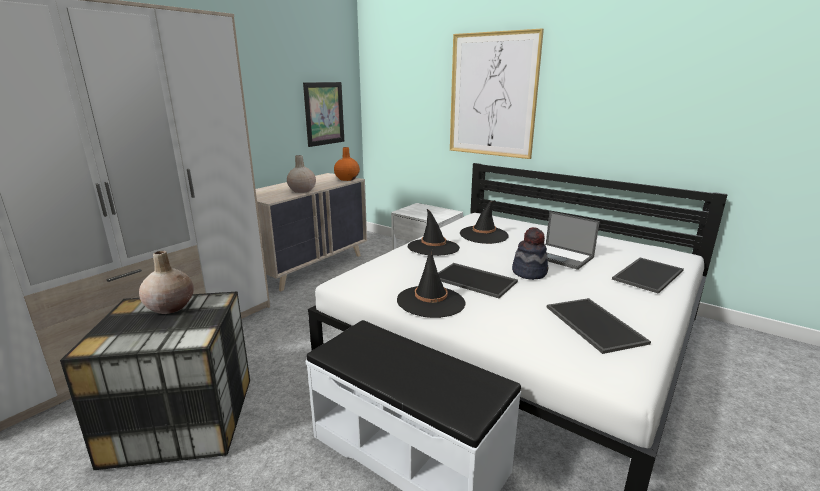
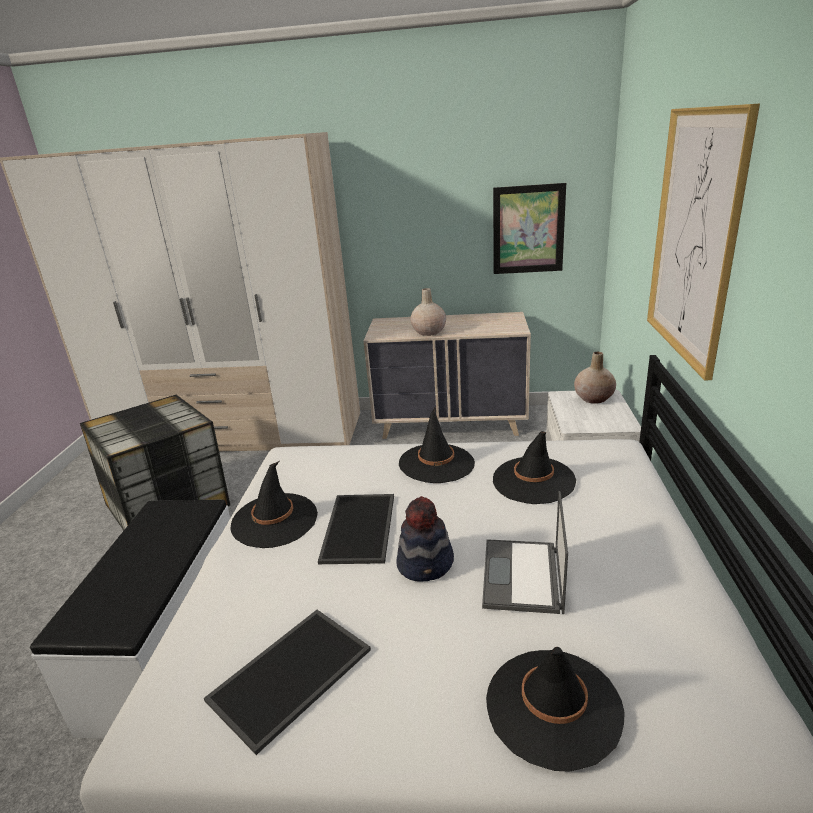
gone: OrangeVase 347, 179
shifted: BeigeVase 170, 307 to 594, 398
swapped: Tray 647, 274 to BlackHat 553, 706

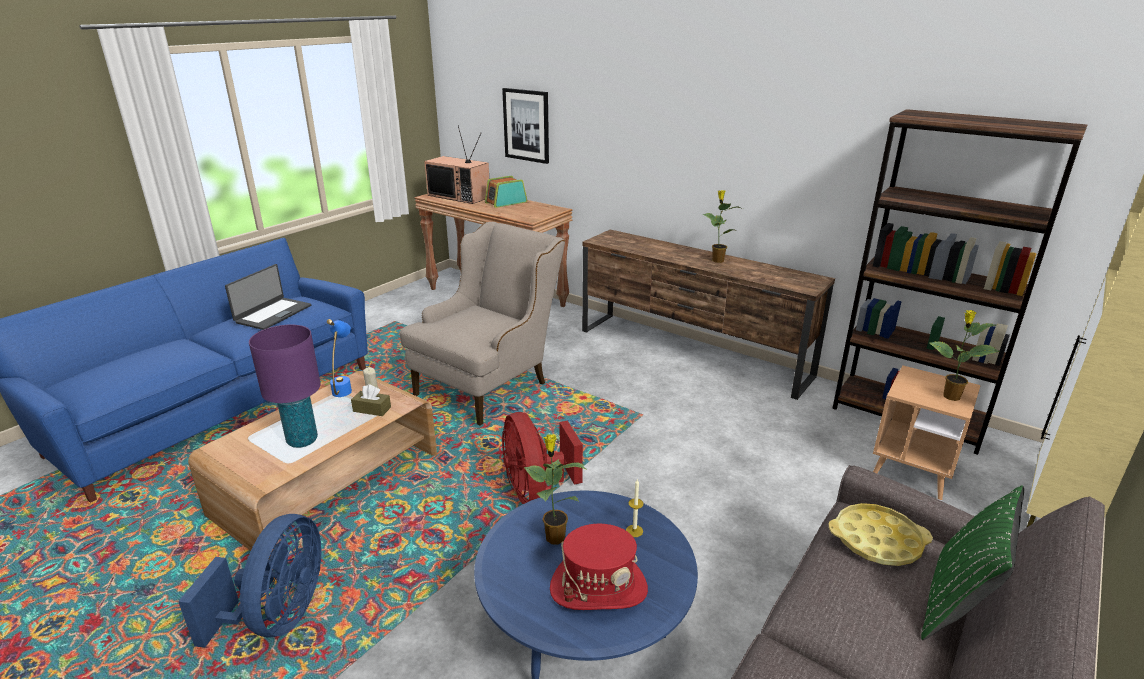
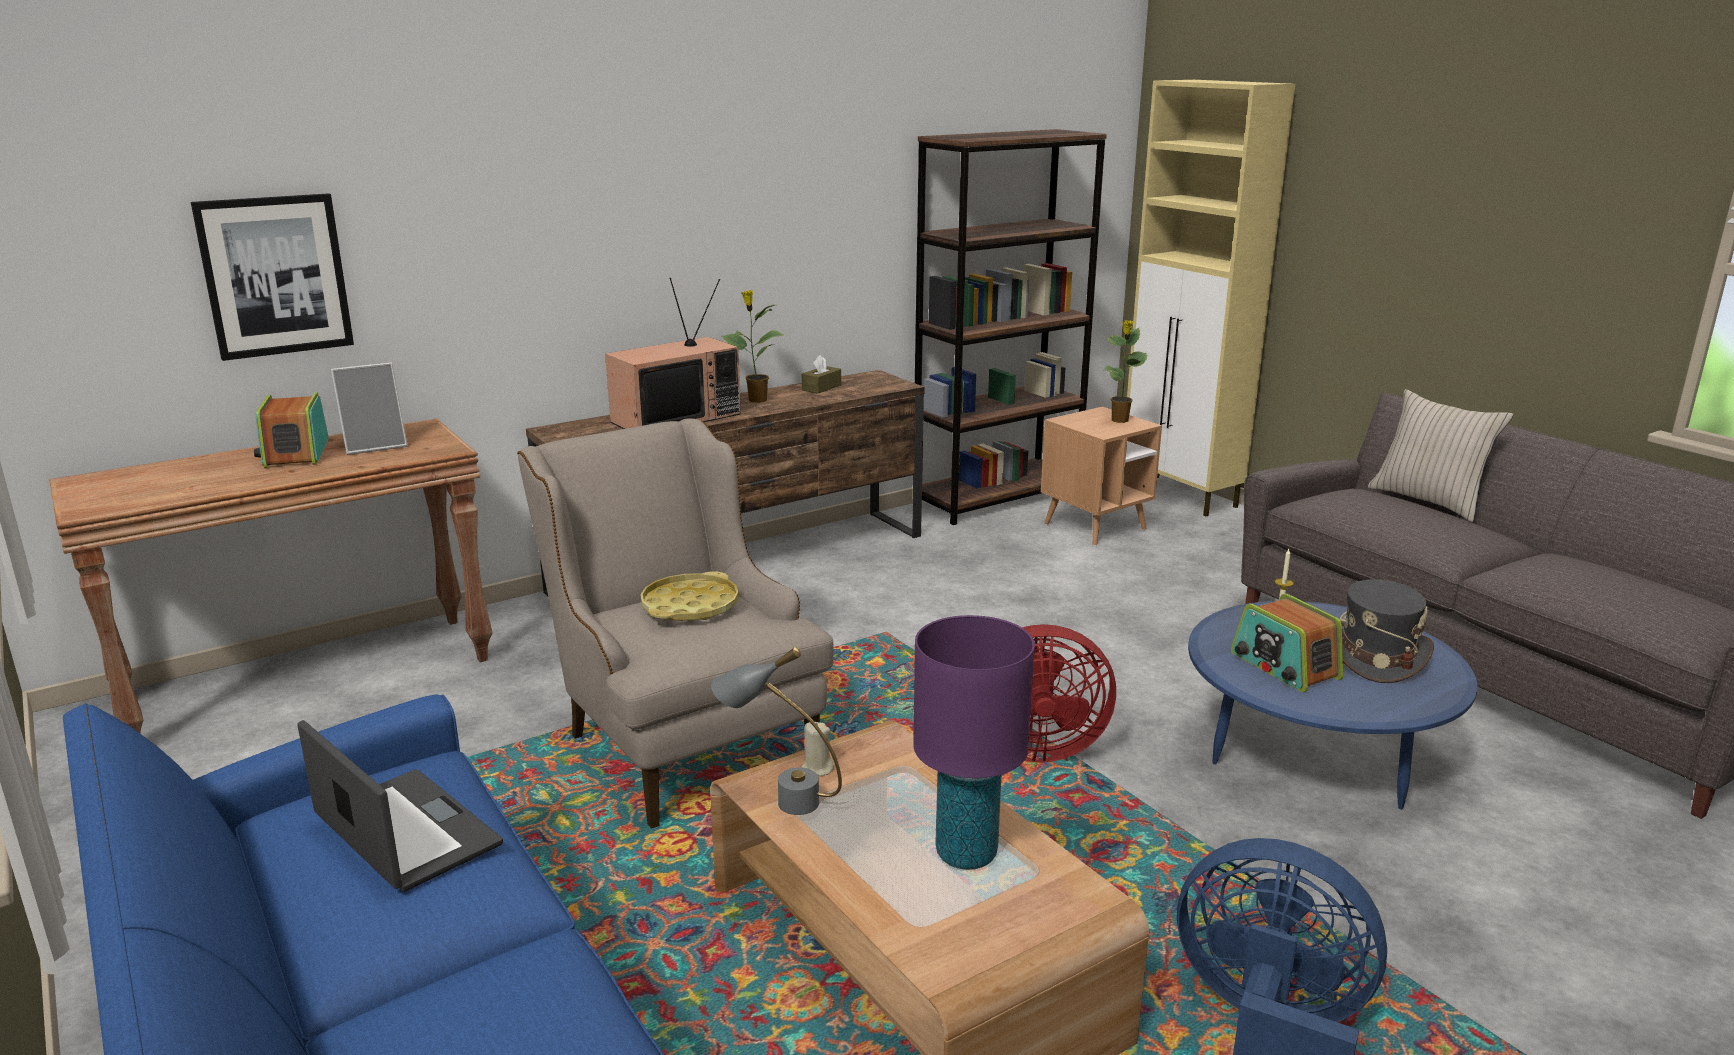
new: PictureFrame 375, 445
shifted: Television 460, 196 to 676, 417; YellowTray 877, 540 to 690, 606; BrownTissueBox 372, 409 to 821, 387
swapped: PottedPlant 554, 537 to Radio 1284, 666
repainted: BlueTableLamp 344, 387 to GreyTableLamp 779, 799; RedHat 598, 588 to GreyHat 1375, 656; GreenPillow 958, 604 to BeigePillow 1428, 501

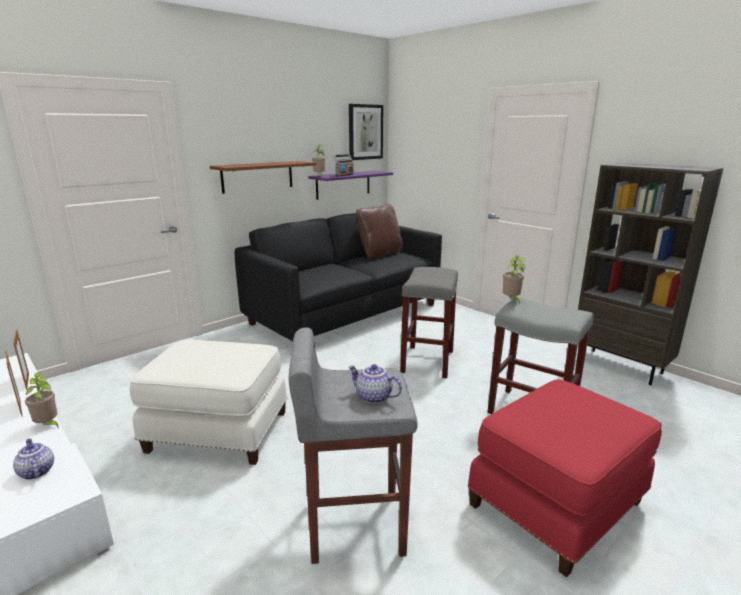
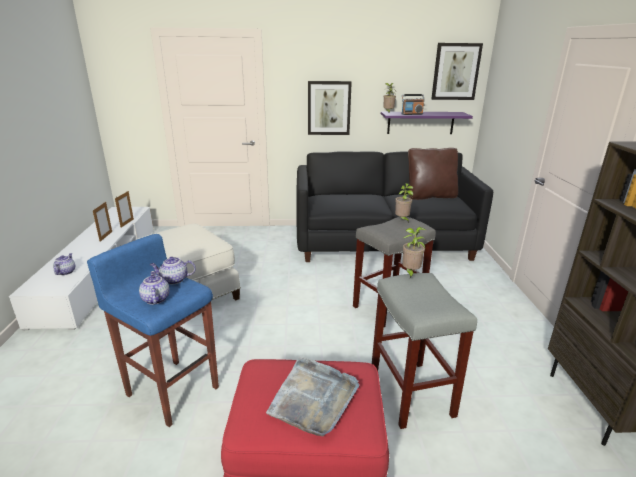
new: Teapot 174, 280; GreyTray 313, 398
shifted: PottedPlant 48, 425 to 402, 220
swapped: BrownShelf 257, 176 to Picture 329, 108
repainted: GreyStool 354, 525 to BlueStool 172, 390

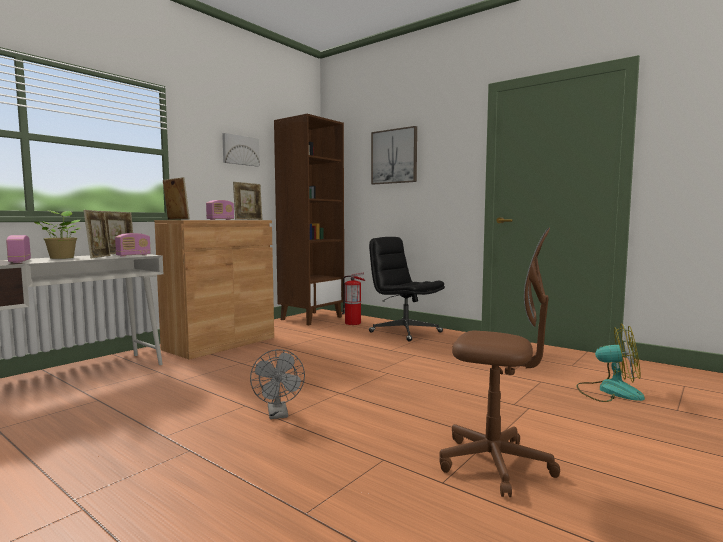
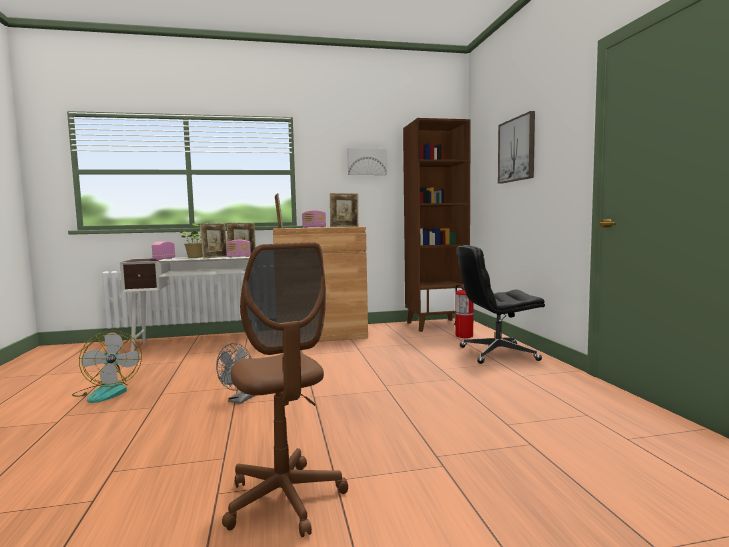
shifted: Fan 609, 391 to 107, 392
rotated: BlackOfficeChair 404, 332 = 497, 354 90 degrees counterclockwise

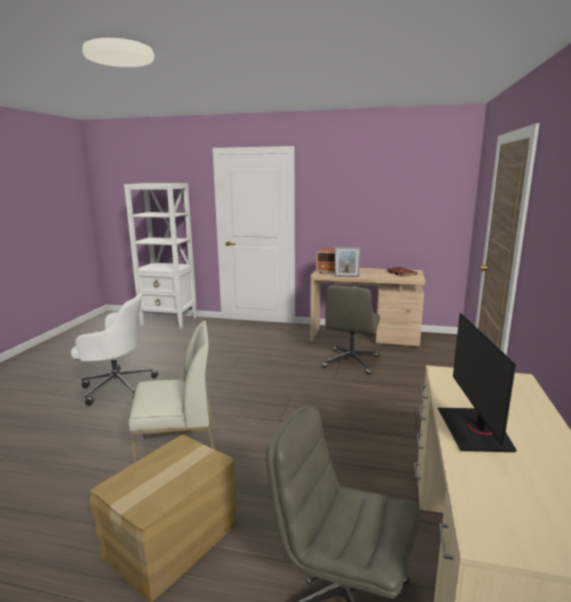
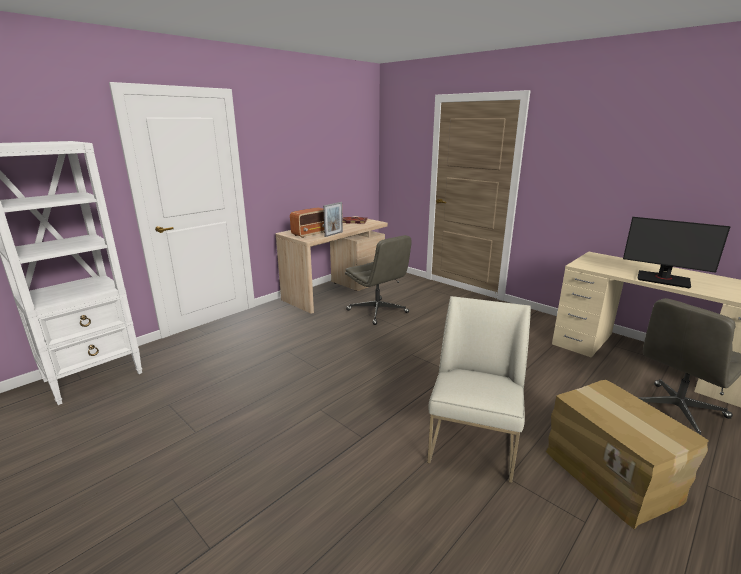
gone: WhiteOfficeChair 116, 387

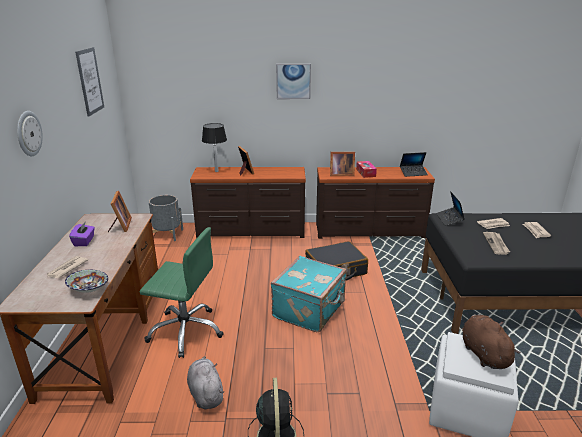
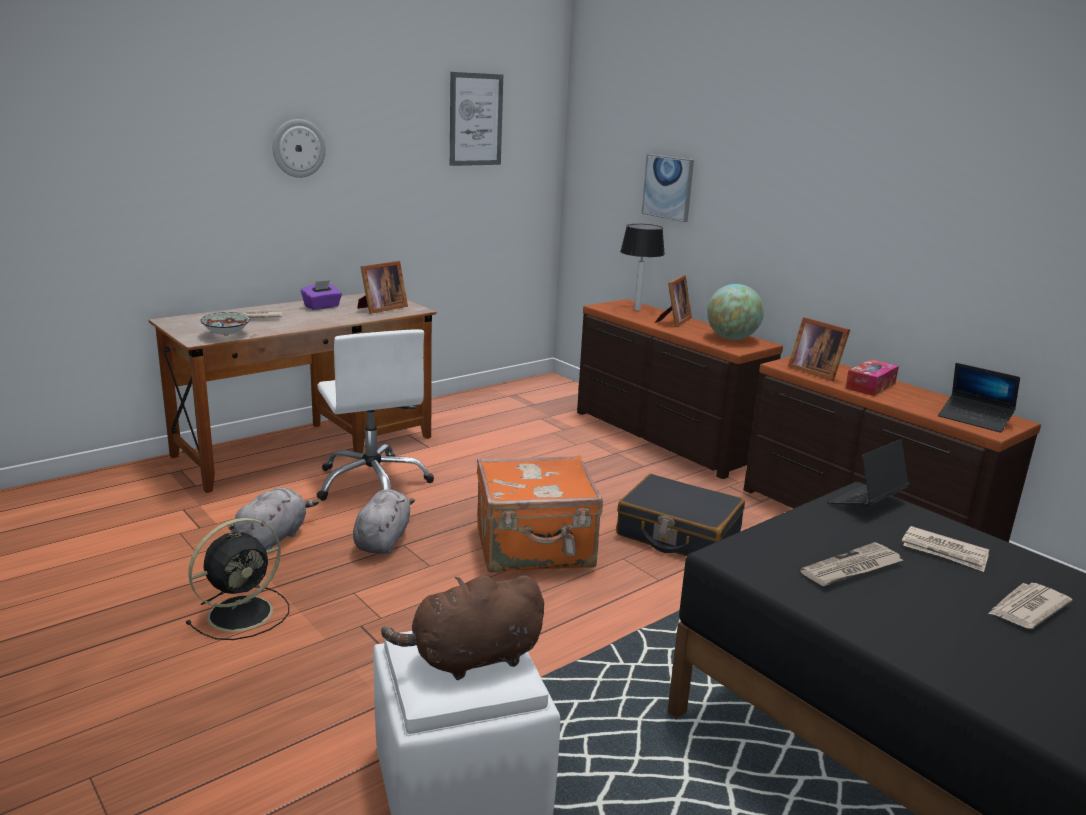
gone: GreyPlanter 167, 234
new: GreyPlushToy 383, 540; Globe 731, 338
shifted: Picture 293, 81 to 668, 187
repainted: GreenOfficeChair 186, 331 to WhiteOfficeChair 373, 483; TurquoiseSuitcase 310, 310 to OrangeSuitcase 535, 549
rotated: BrownPlushToy 483, 353 = 471, 659 150 degrees counterclockwise

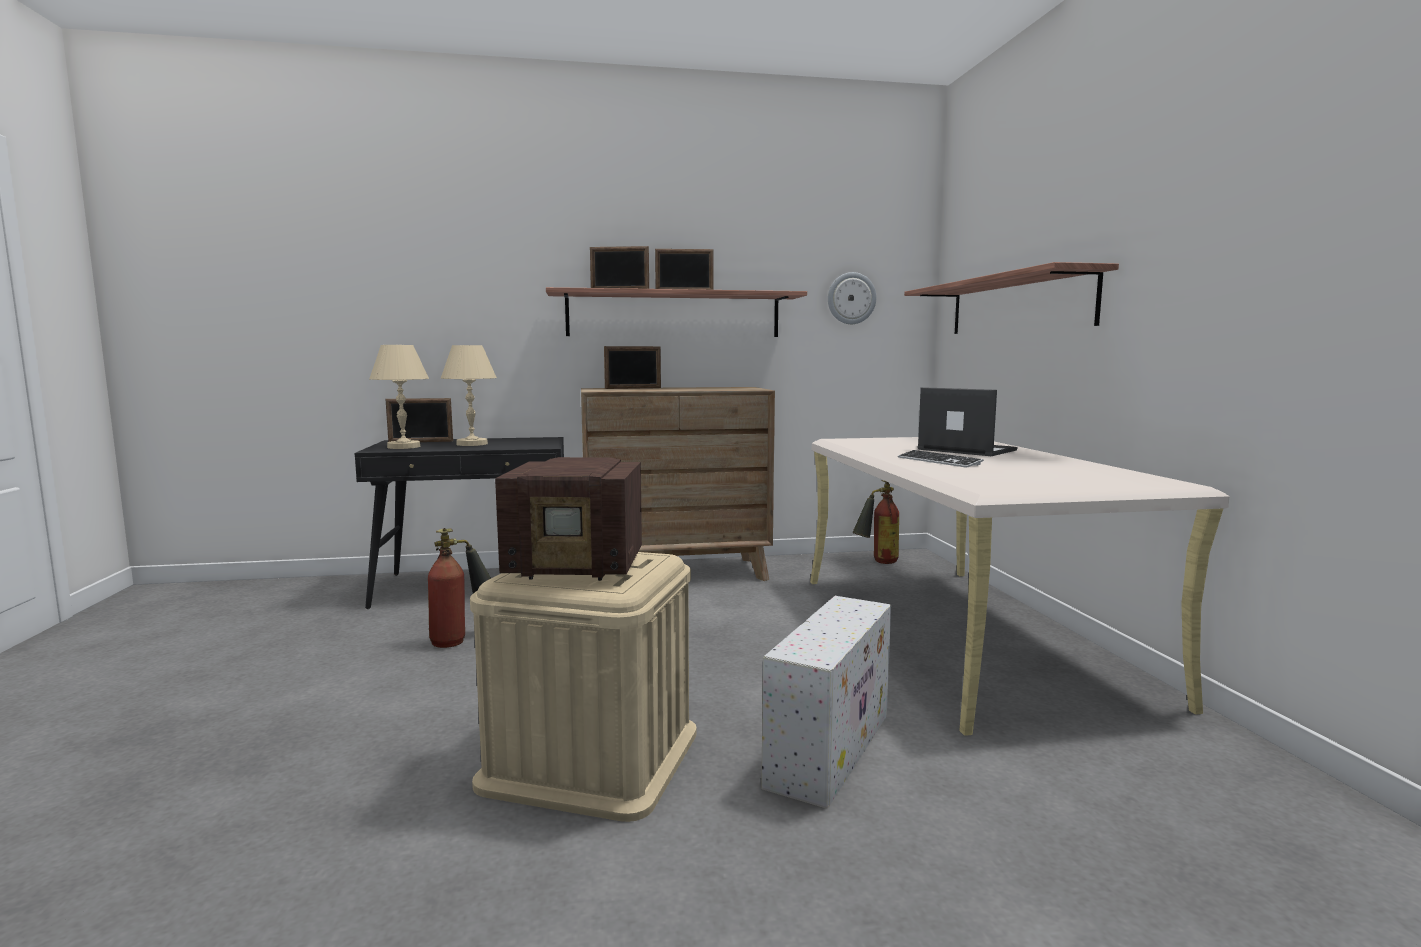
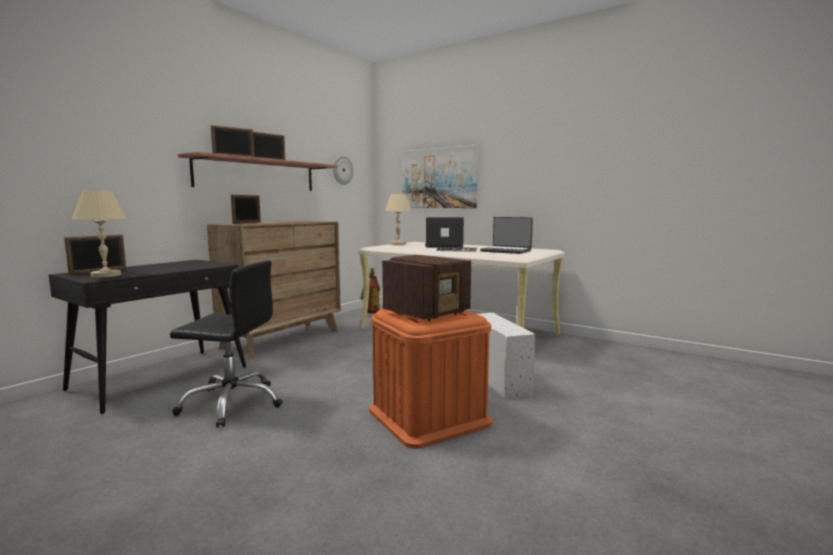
new: Laptop 506, 251
shifted: BeigeTableLamp 472, 444 to 399, 244
swapped: FireExtinguisher 461, 639 to BlackOfficeChair 232, 403; Shelf 1017, 305 to Picture 438, 178
repainted: BeigeStorageBox 592, 757 to OrangeStorageBox 429, 416

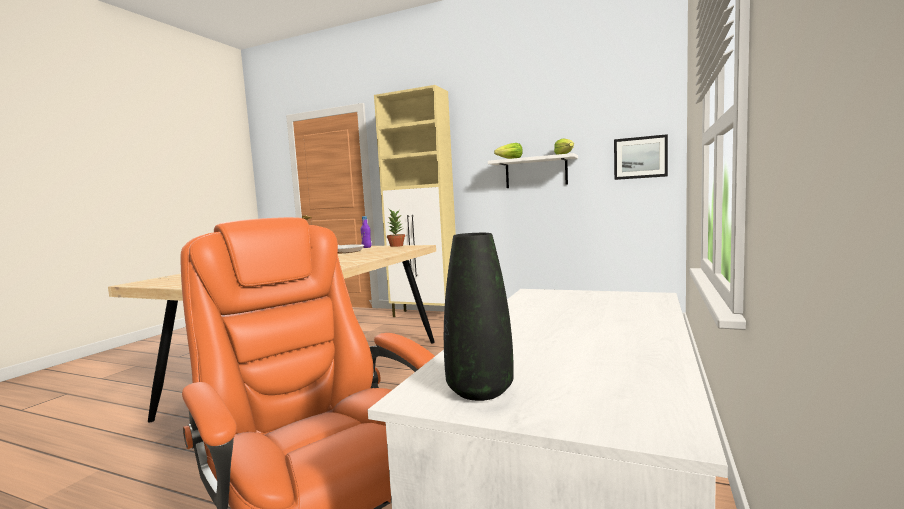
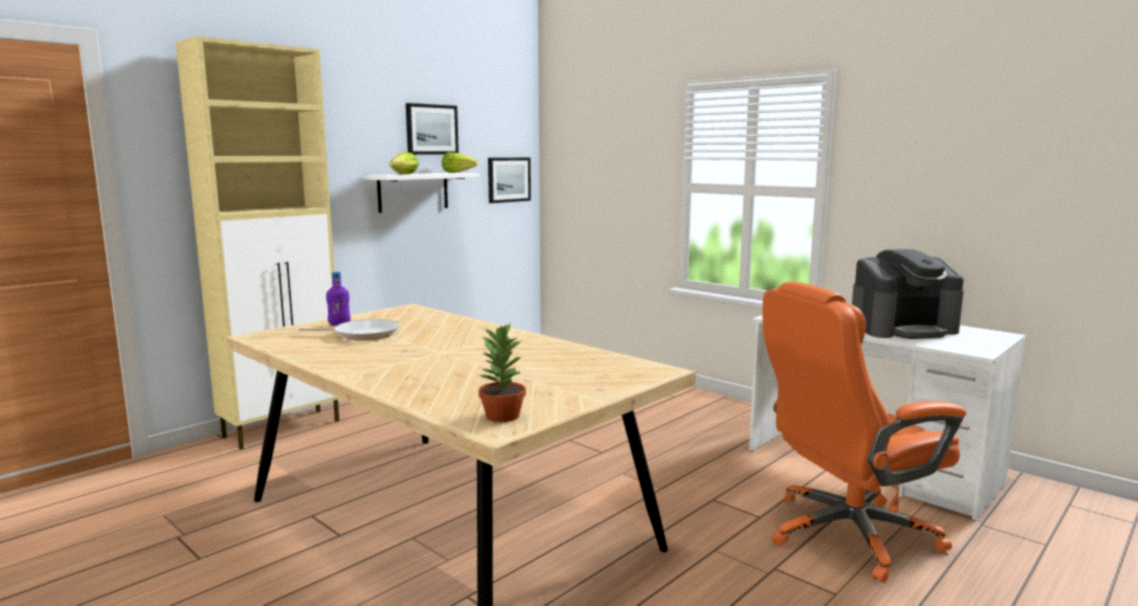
gone: BlackVase 480, 391
new: Picture 431, 129; CoffeeMachine 902, 329
shifted: PottedPlant 396, 246 to 501, 416

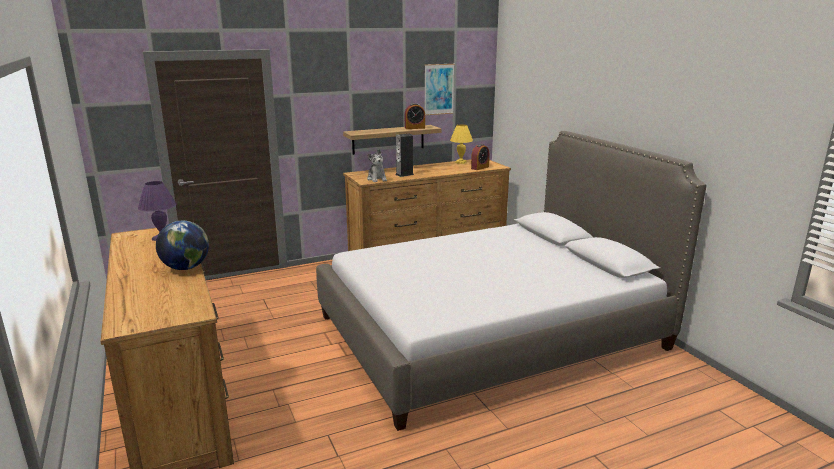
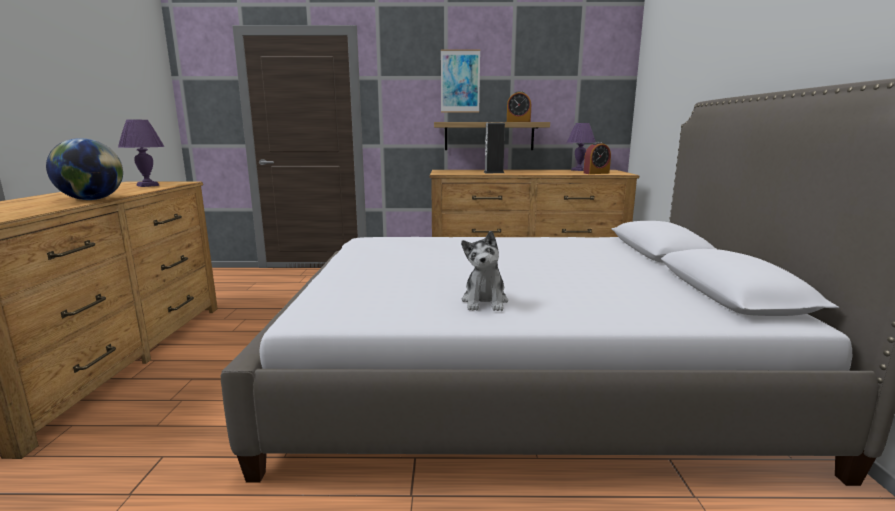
shifted: Picture 439, 89 to 460, 81; PlushToy 377, 179 to 485, 301
repainted: YellowTableLamp 460, 162 to PurpleTableLamp 578, 170

